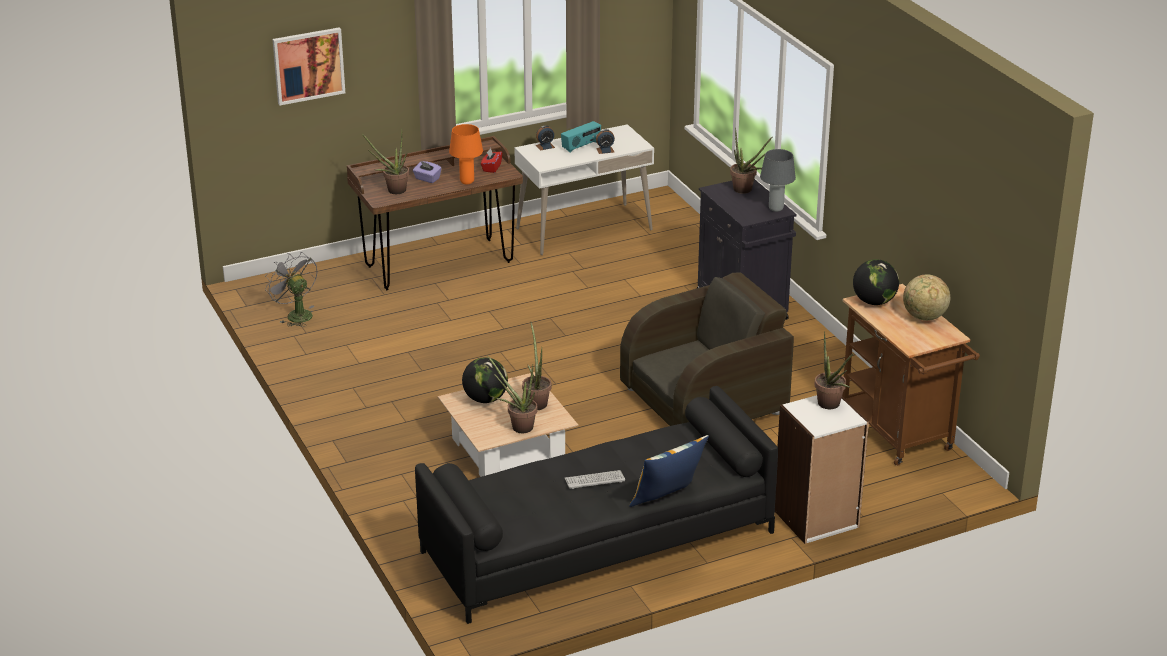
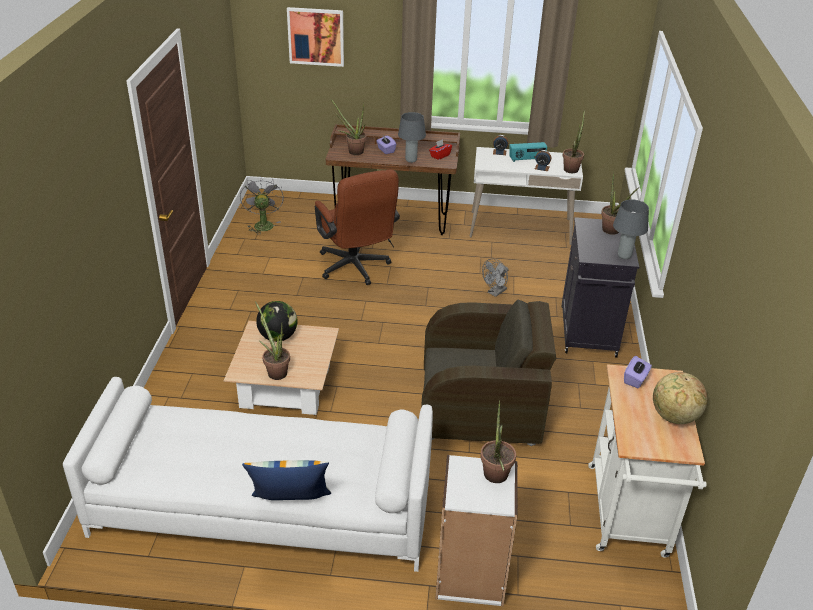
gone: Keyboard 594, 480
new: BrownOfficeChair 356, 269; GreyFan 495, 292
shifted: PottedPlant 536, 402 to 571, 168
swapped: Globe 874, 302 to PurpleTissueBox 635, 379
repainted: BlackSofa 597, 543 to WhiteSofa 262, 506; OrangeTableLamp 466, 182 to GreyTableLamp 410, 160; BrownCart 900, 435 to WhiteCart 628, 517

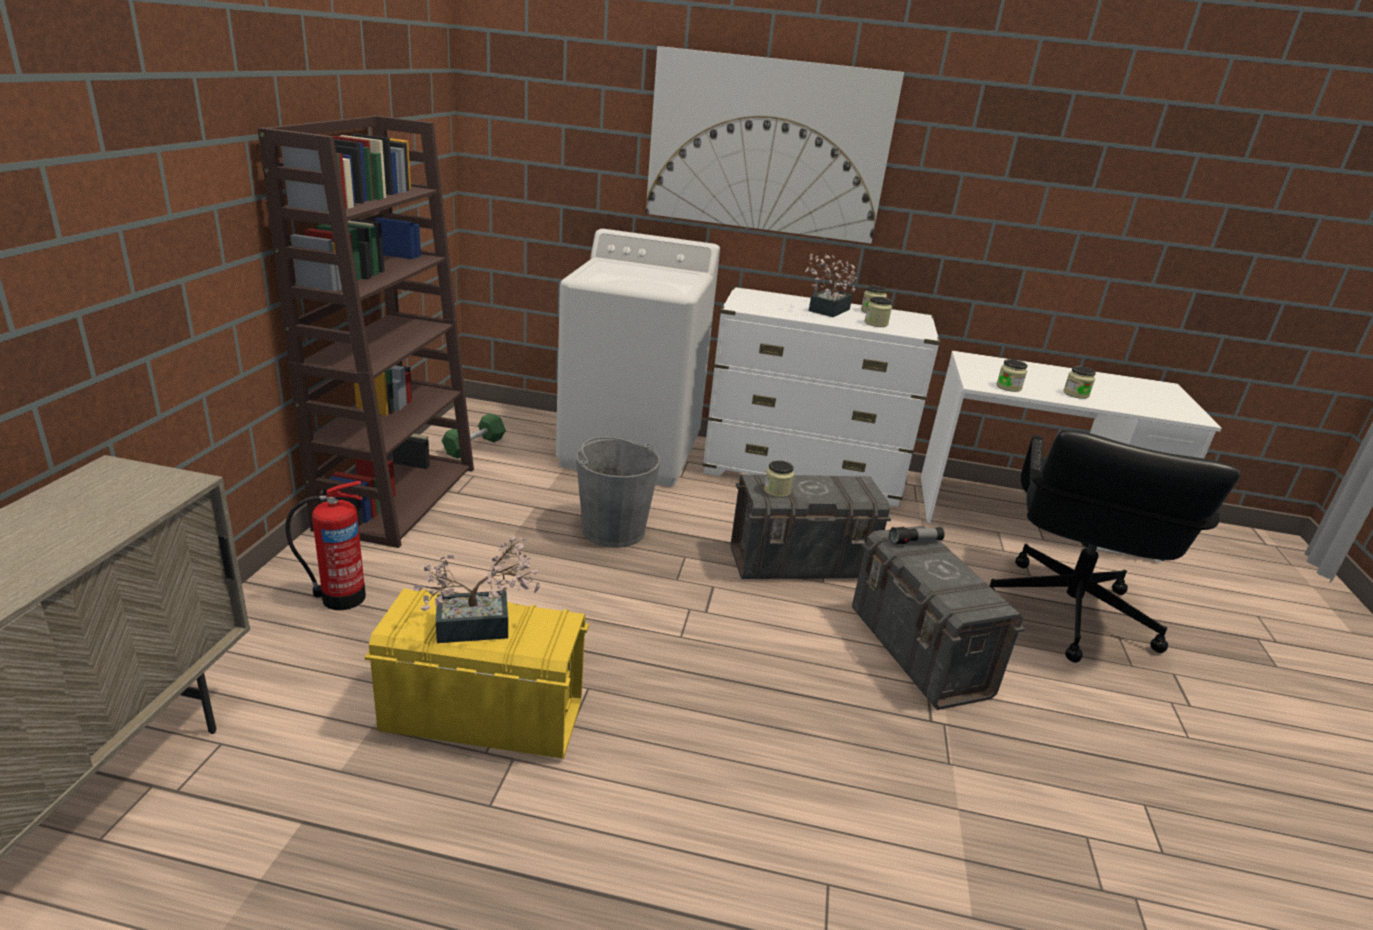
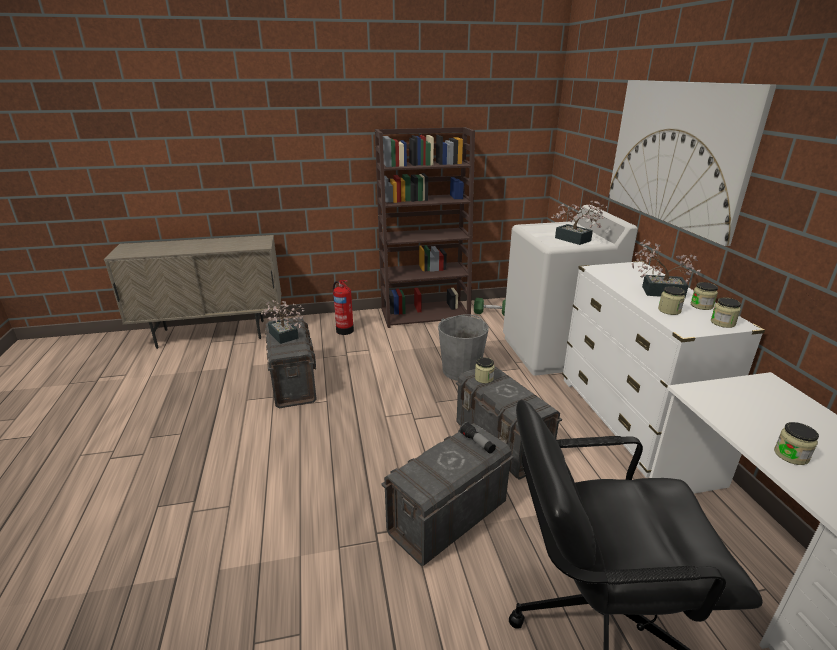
new: PottedPlant 576, 240
shifted: Jar 1008, 387 to 722, 323
repainted: YellowStorageBox 483, 717 to GreyStorageBox 293, 382

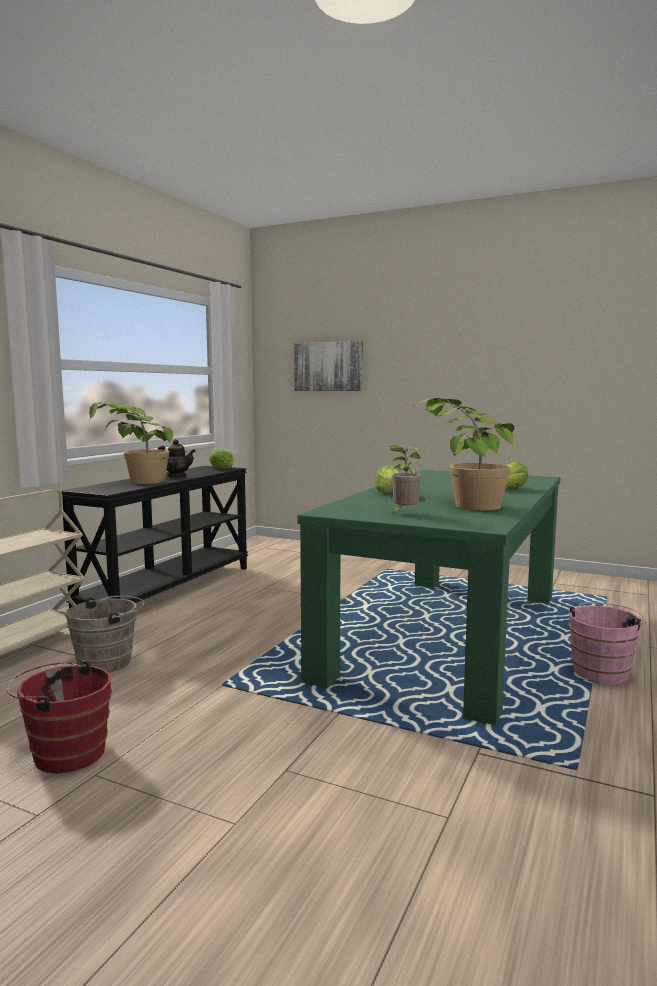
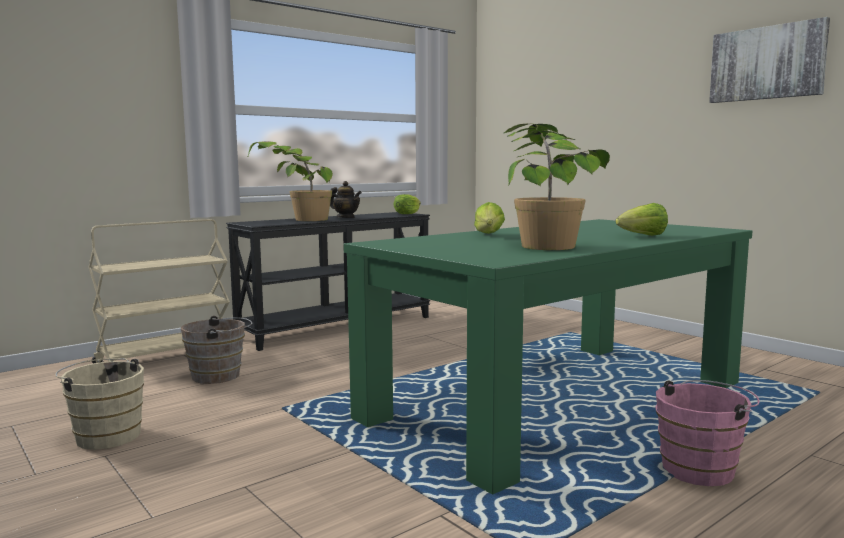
gone: PottedPlant 404, 513
shifted: Picture 328, 366 to 767, 63
repainted: RedBucket 64, 753 to BeigeBucket 106, 435

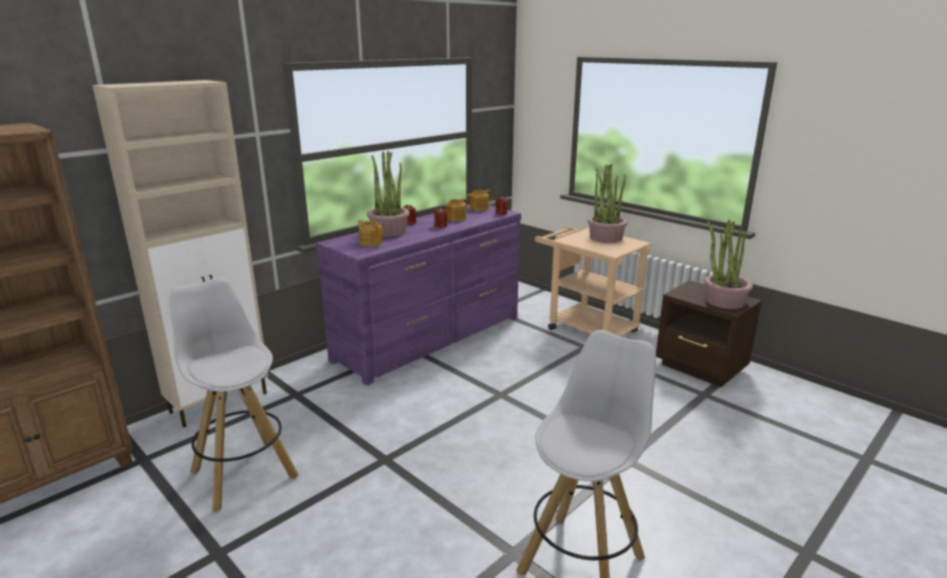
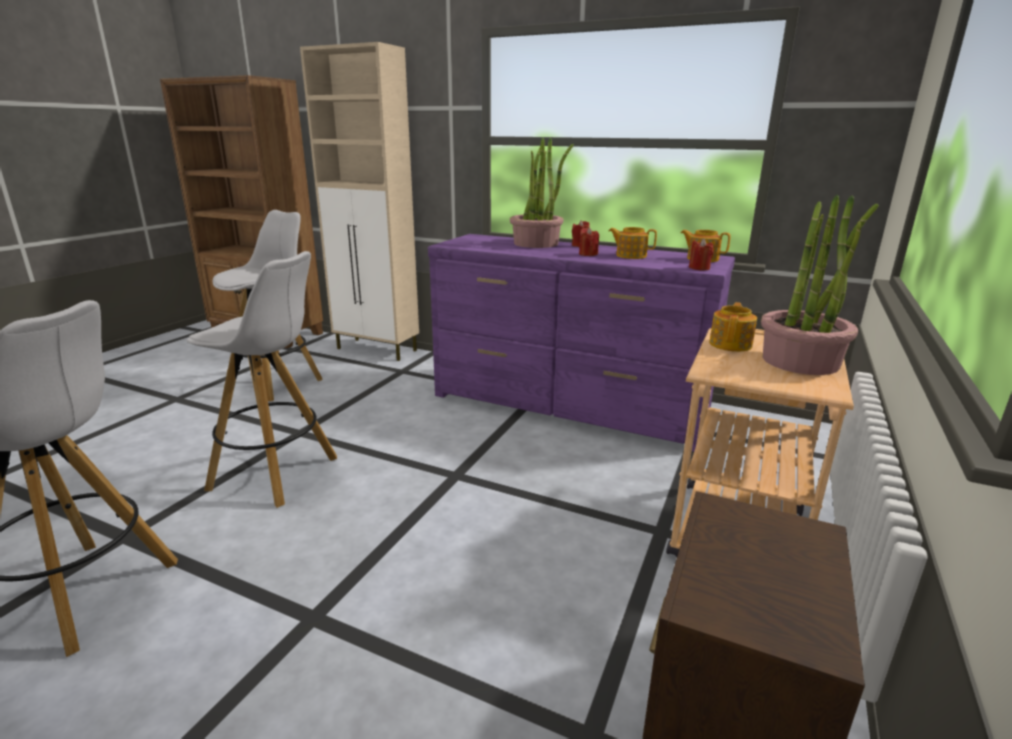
gone: PottedPlant 724, 301
new: WhiteStool 276, 474
shifted: Teapot 371, 242 to 731, 344

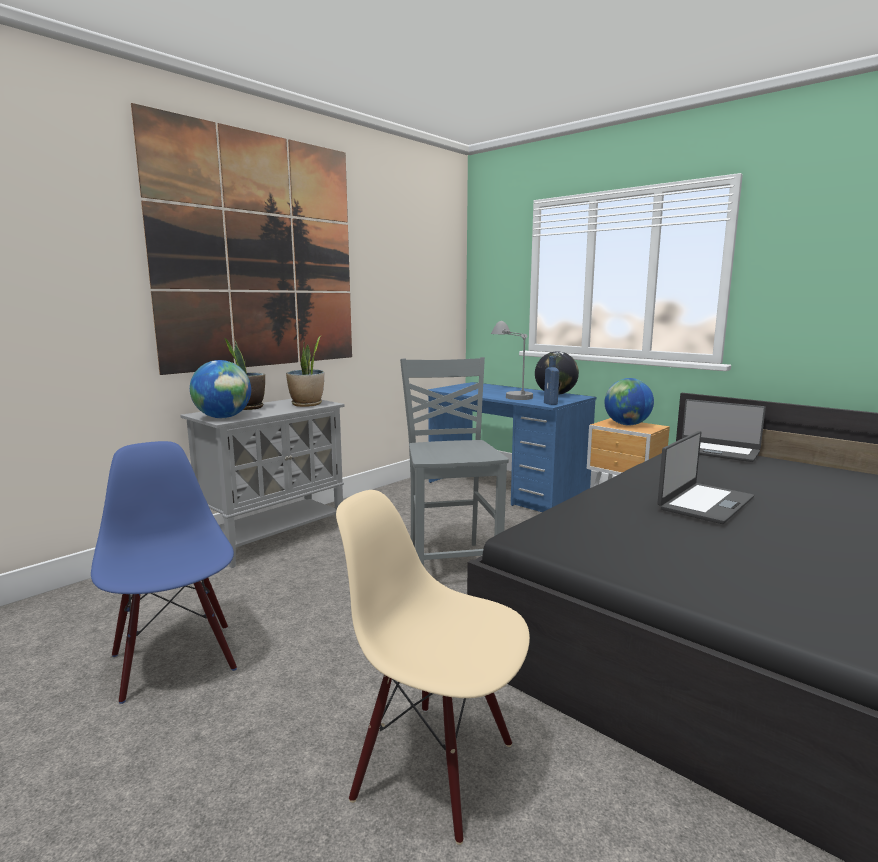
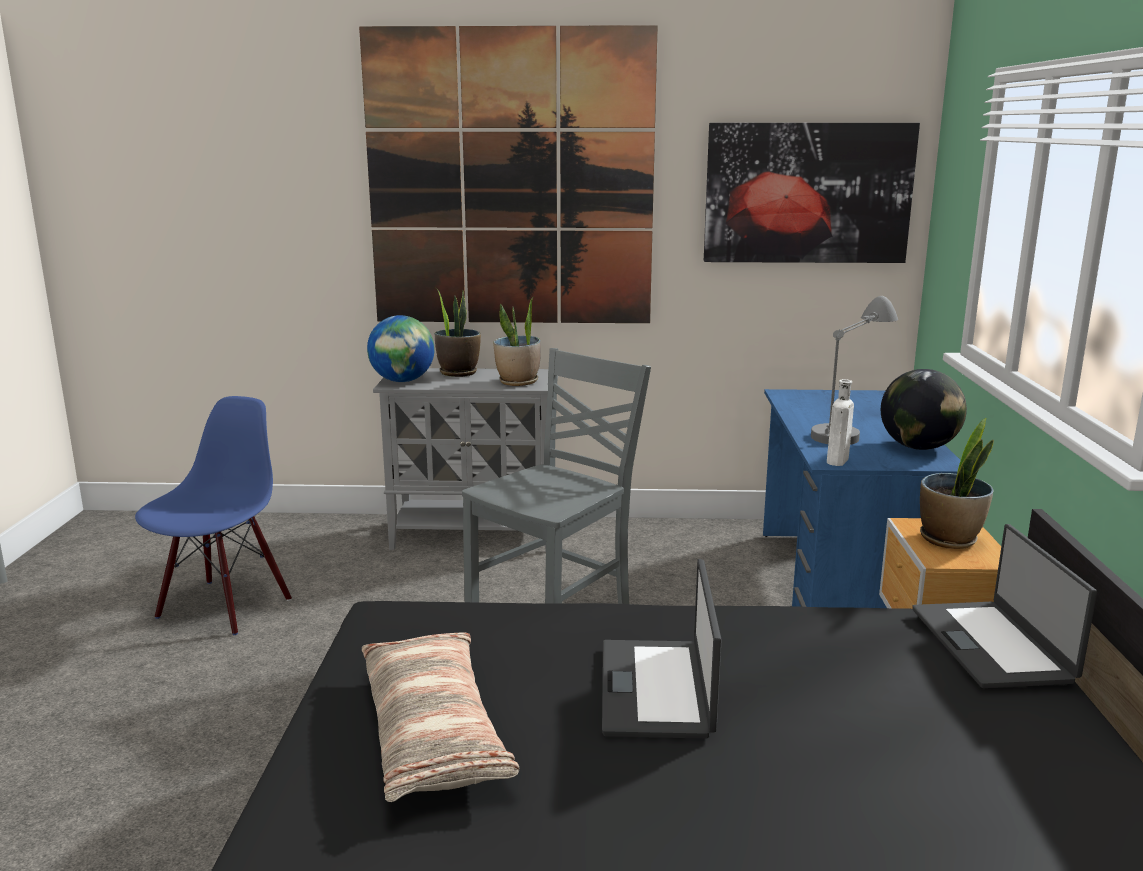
gone: BeigeChair 435, 768
new: Pillow 434, 731; Picture 807, 193
swapped: Globe 627, 425 to PottedPlant 949, 539
repainted: BlueBottle 551, 403 to WhiteBottle 837, 462
rotated: Laptop 704, 503 = 657, 688 90 degrees clockwise

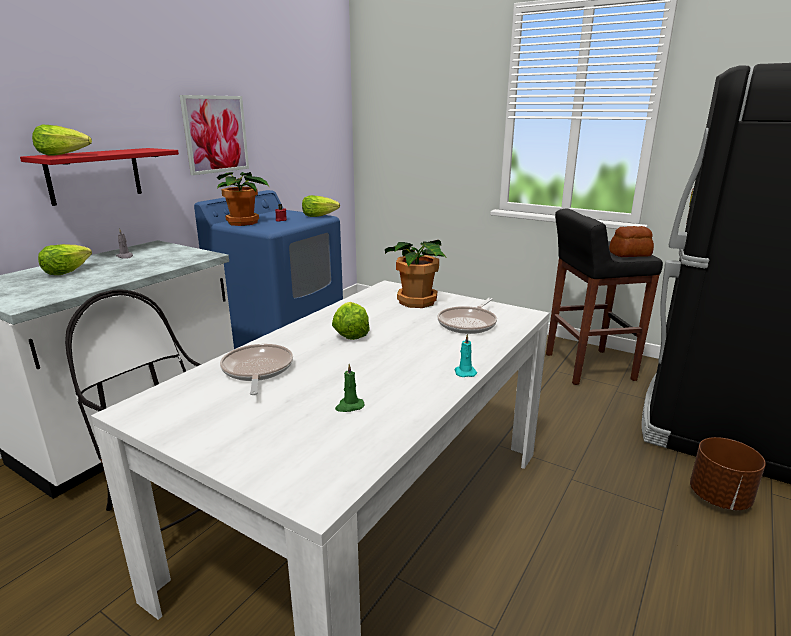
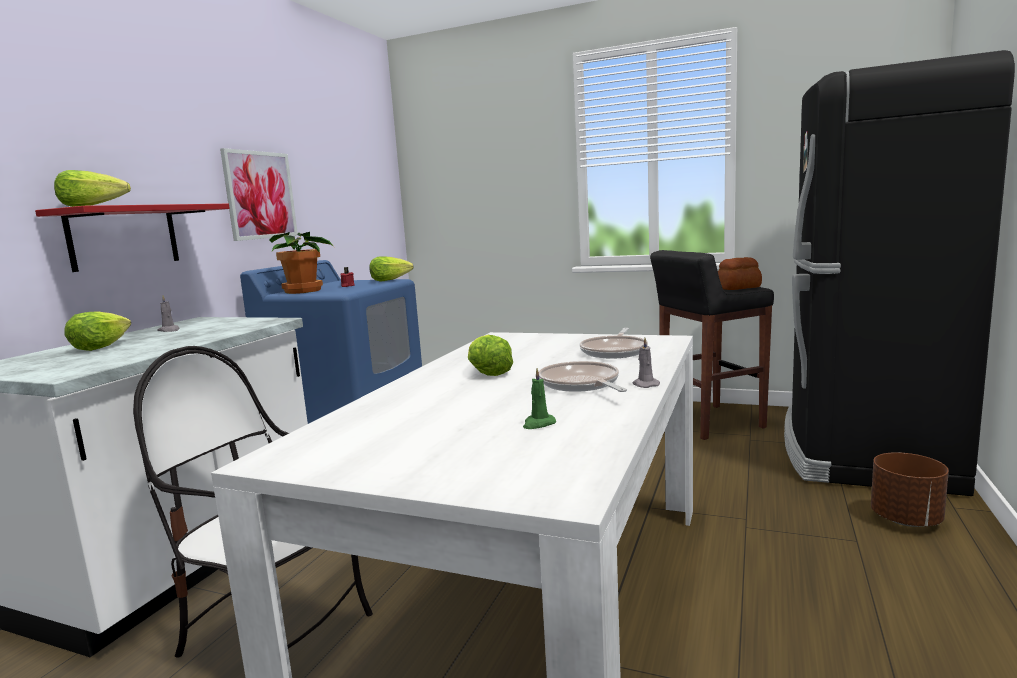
gone: PottedPlant 416, 301
shifted: FryingPan 257, 370 to 581, 384
repainted: TurquoiseCandle 464, 372 to GreyCandle 645, 384

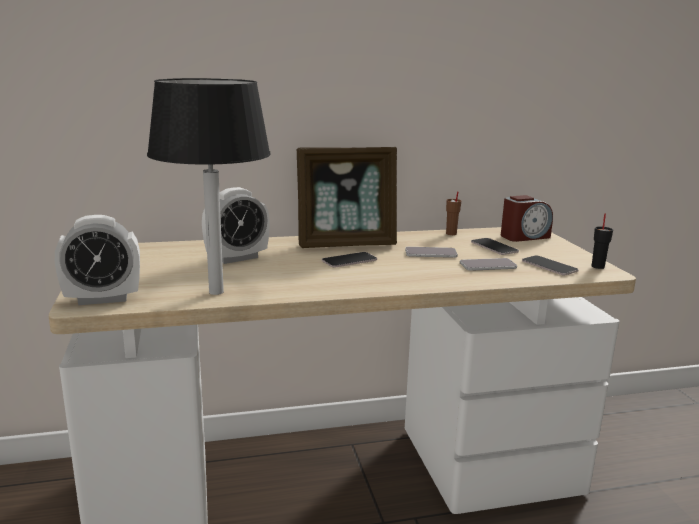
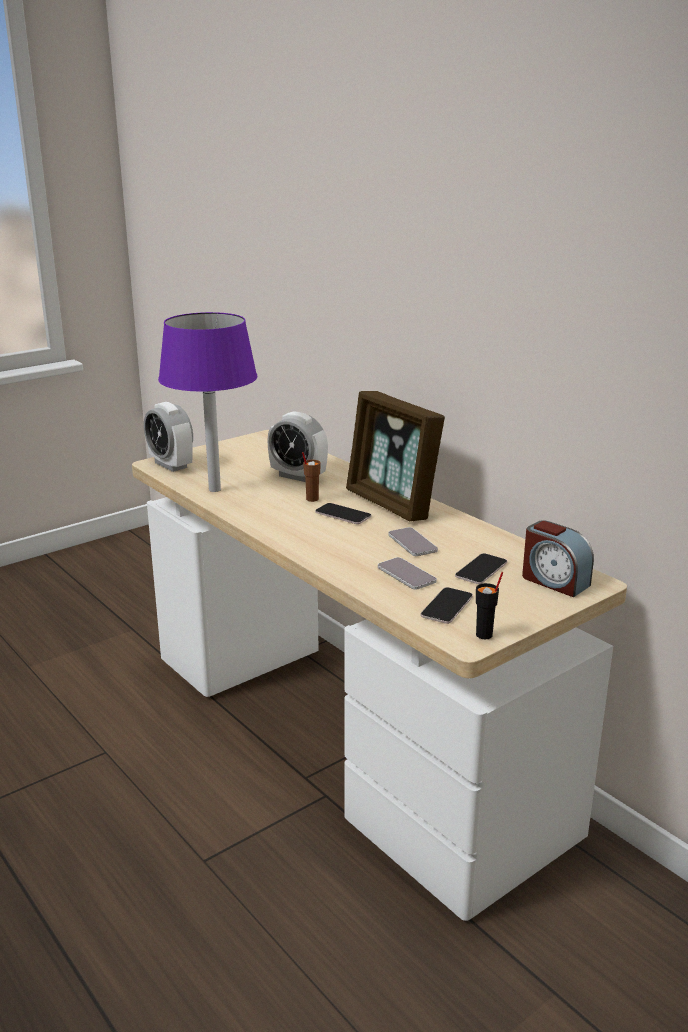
shifted: BrownCup 451, 234 to 311, 499
repainted: BlackTableLamp 216, 292 to PurpleTableLamp 214, 490

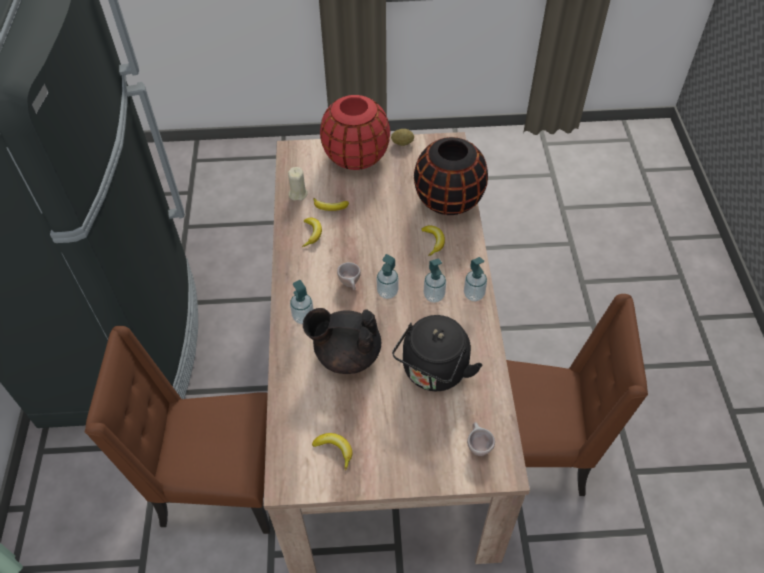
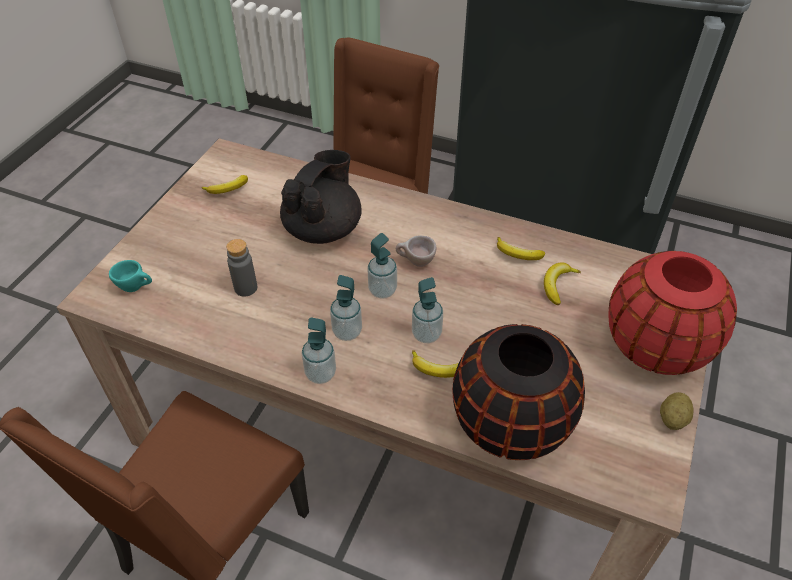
gone: BeigeCandle 298, 194
shifted: SoapDispenser 303, 317 to 426, 334
swapped: BlackKettle 433, 372 to GreyBottle 245, 288
repainted: BeigeCup 477, 445 to TurquoiseCup 136, 287

